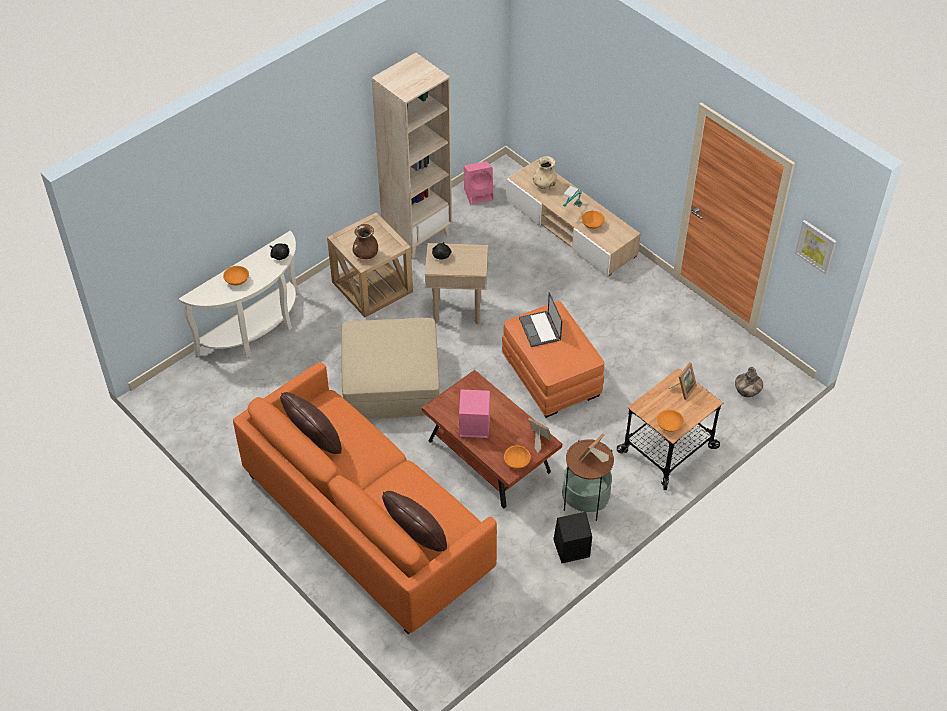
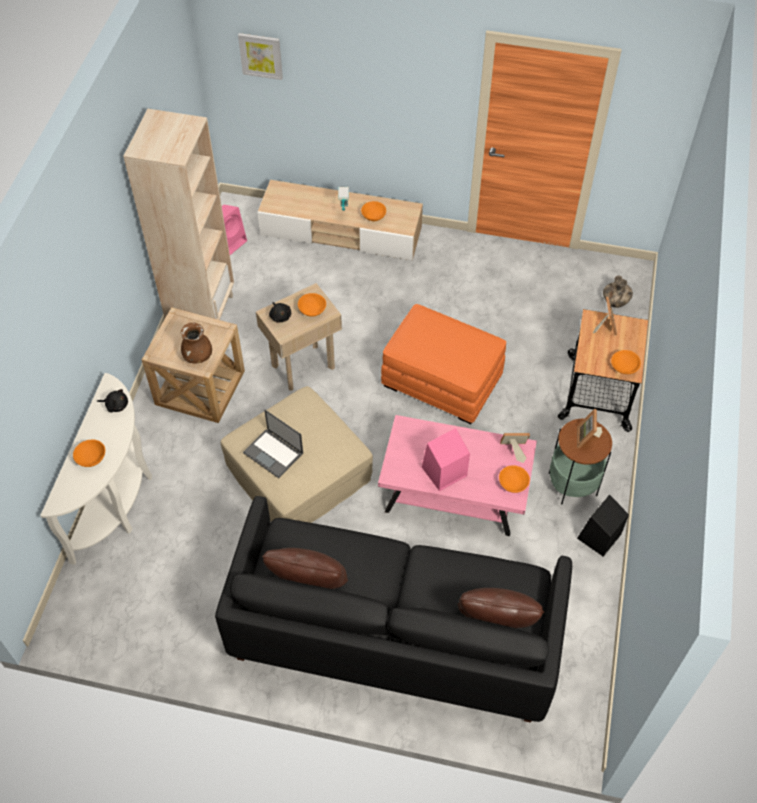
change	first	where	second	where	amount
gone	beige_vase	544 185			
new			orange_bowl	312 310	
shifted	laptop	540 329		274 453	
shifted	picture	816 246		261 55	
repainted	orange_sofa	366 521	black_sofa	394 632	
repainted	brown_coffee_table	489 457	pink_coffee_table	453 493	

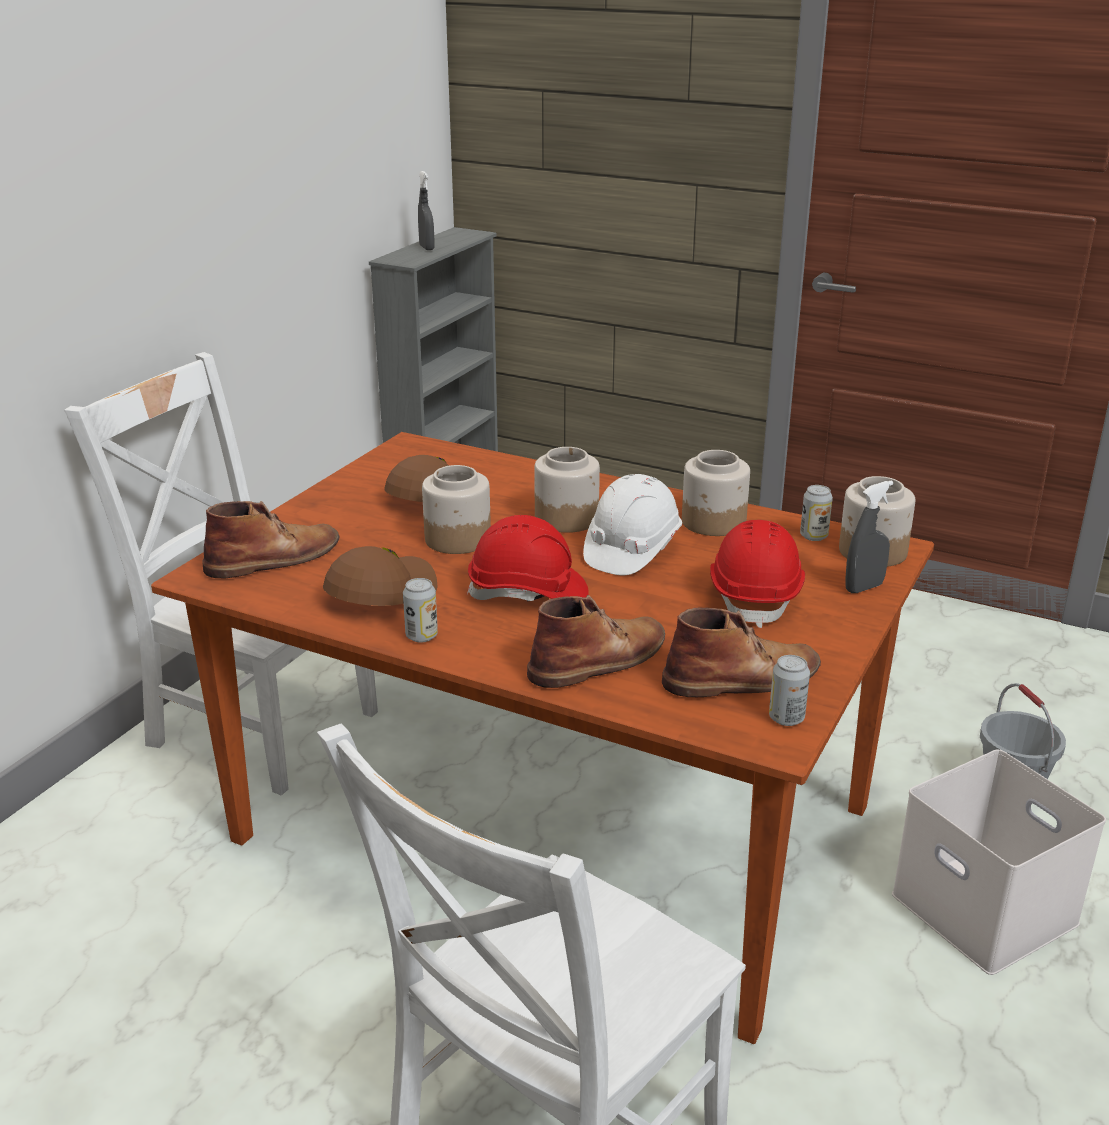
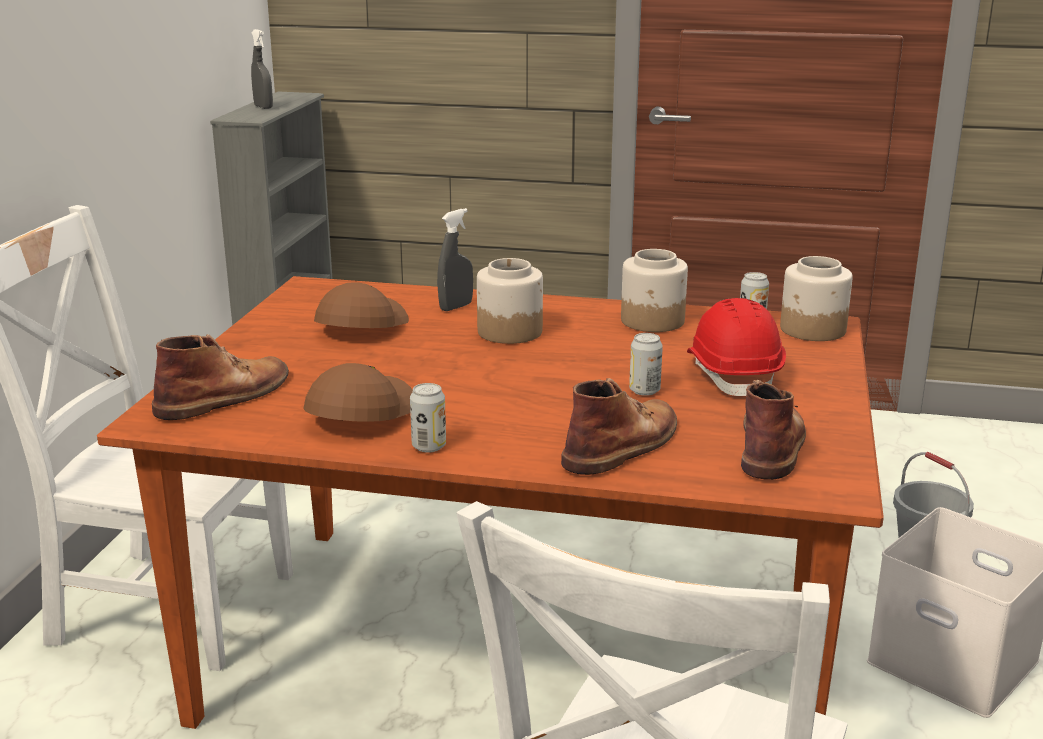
change	first	where	second	where	amount
gone	jar	457 539			
gone	red_hard_hat	528 593			
gone	white_hard_hat	631 550			
shifted	can	786 718		644 390	
shifted	grey_spray_bottle	864 587		456 307	
rotated	brown_boot	743 678		770 443	45 degrees counterclockwise

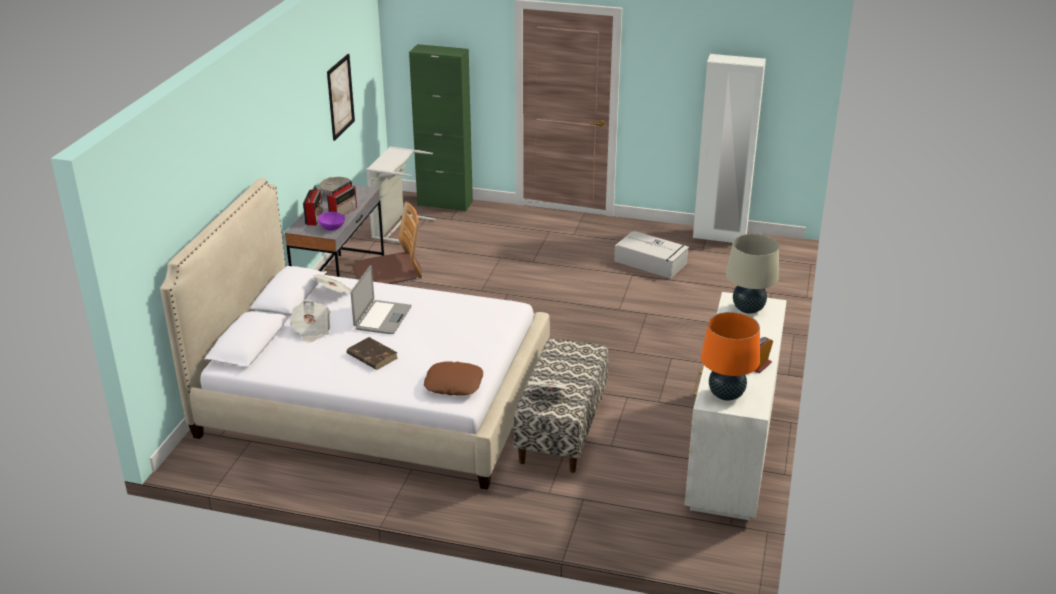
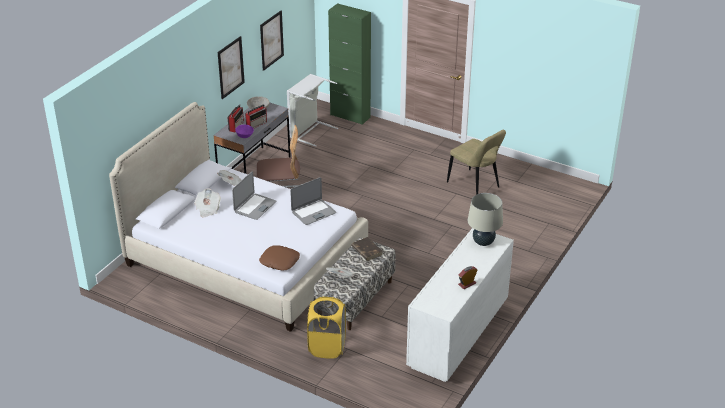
change	first	where	second	where	amount
gone	white_wardrobe	719 236			
gone	orange_table_lamp	726 395			
new			picture	230 67	
new			laptop	313 212	
new			yellow_laundry_basket	327 347	
shifted	brown_book	372 356		366 250	
swapped	grey_storage_box	651 262	beige_chair	475 186	

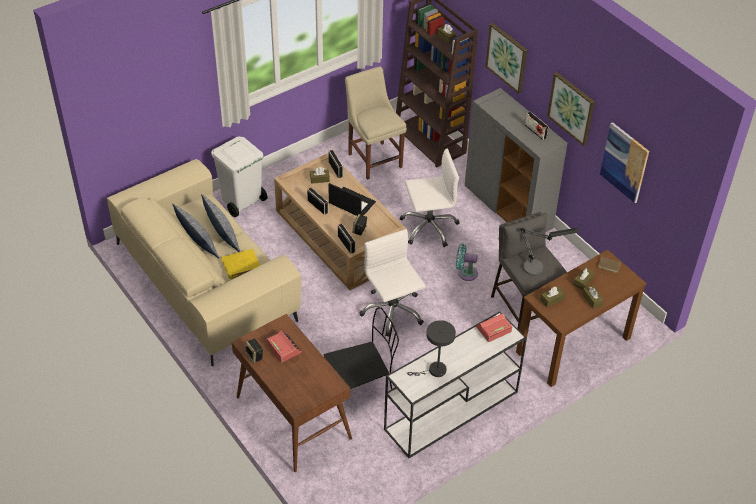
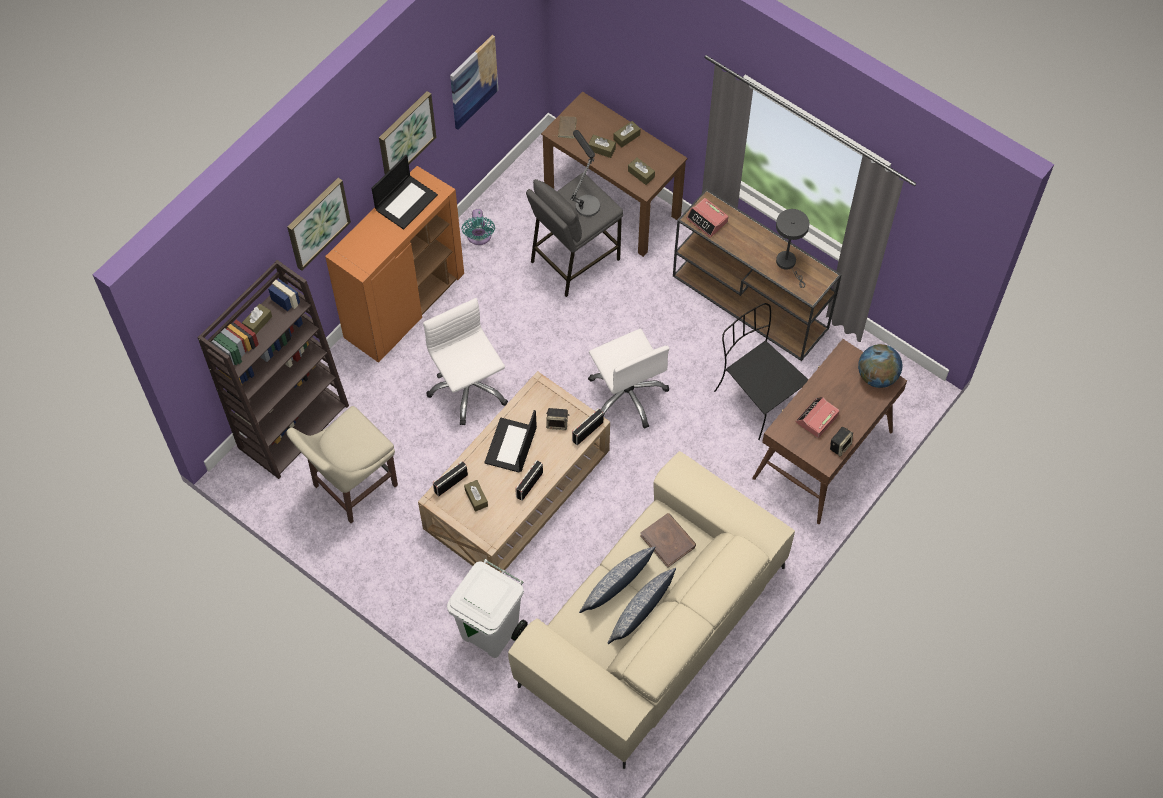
change	first	where	second	where	amount
new			globe	877 376	
shifted	turquoise_fan	465 273		479 237	
swapped	radio	535 131	laptop	406 201	
repainted	yellow_book	241 266	brown_book	668 541	
repainted	white_console_table	450 411	brown_console_table	751 303	
repainted	grey_cabinet	508 208	orange_cabinet	404 306	
rotated	white_office_chair	392 312		627 395	75 degrees counterclockwise

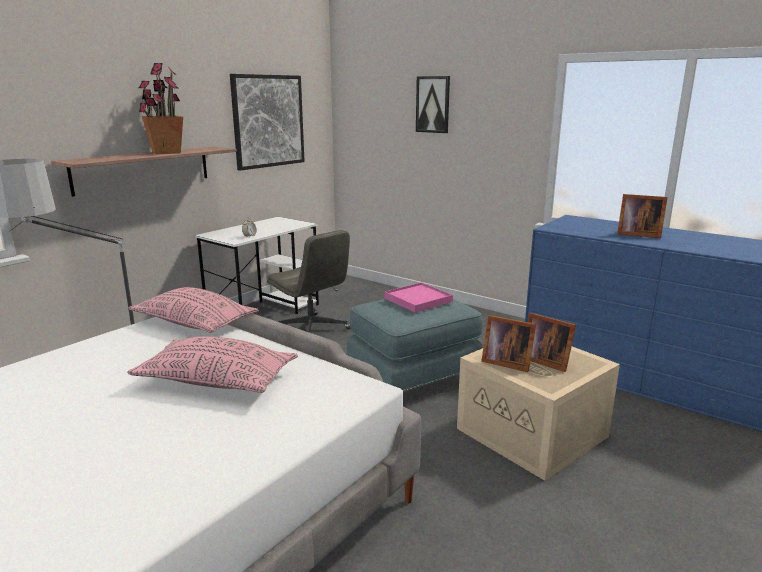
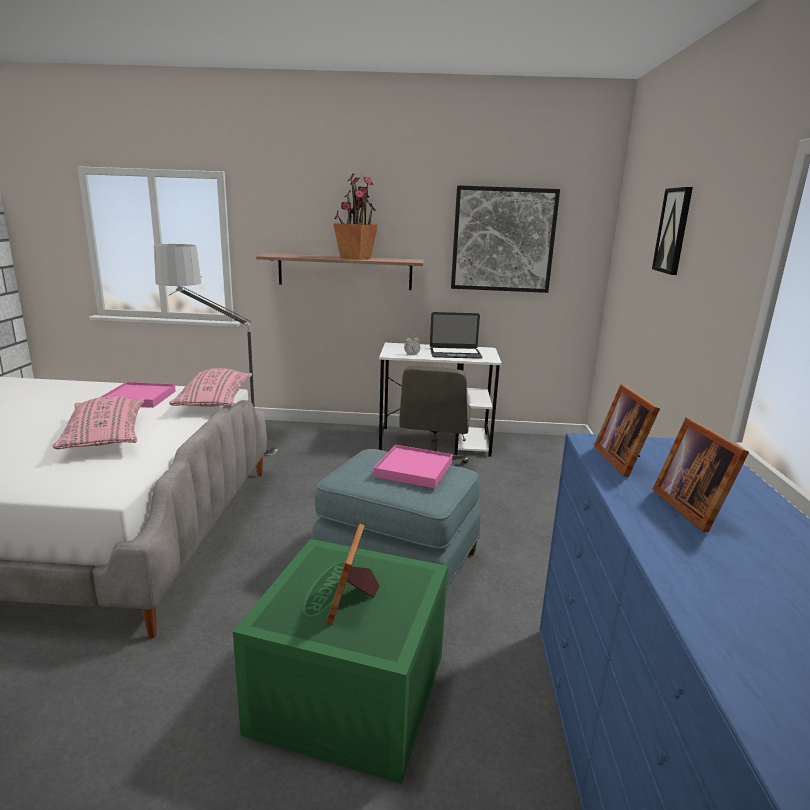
change	first	where	second	where	amount
new			pink_tray	139 398	
new			laptop	455 353	
shifted	picture_frame	505 362		623 460	
repainted	beige_storage_box	534 432	green_storage_box	351 695	

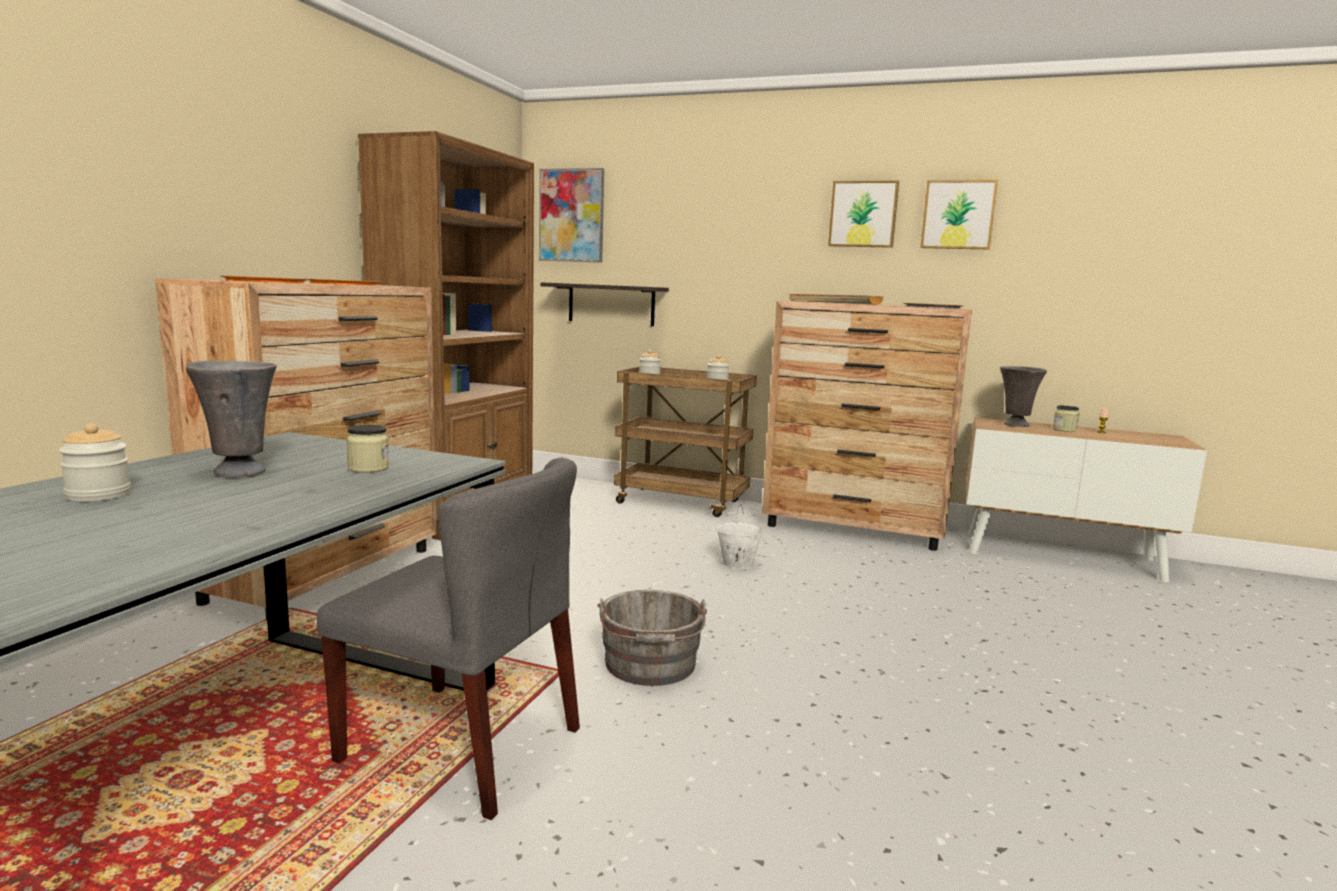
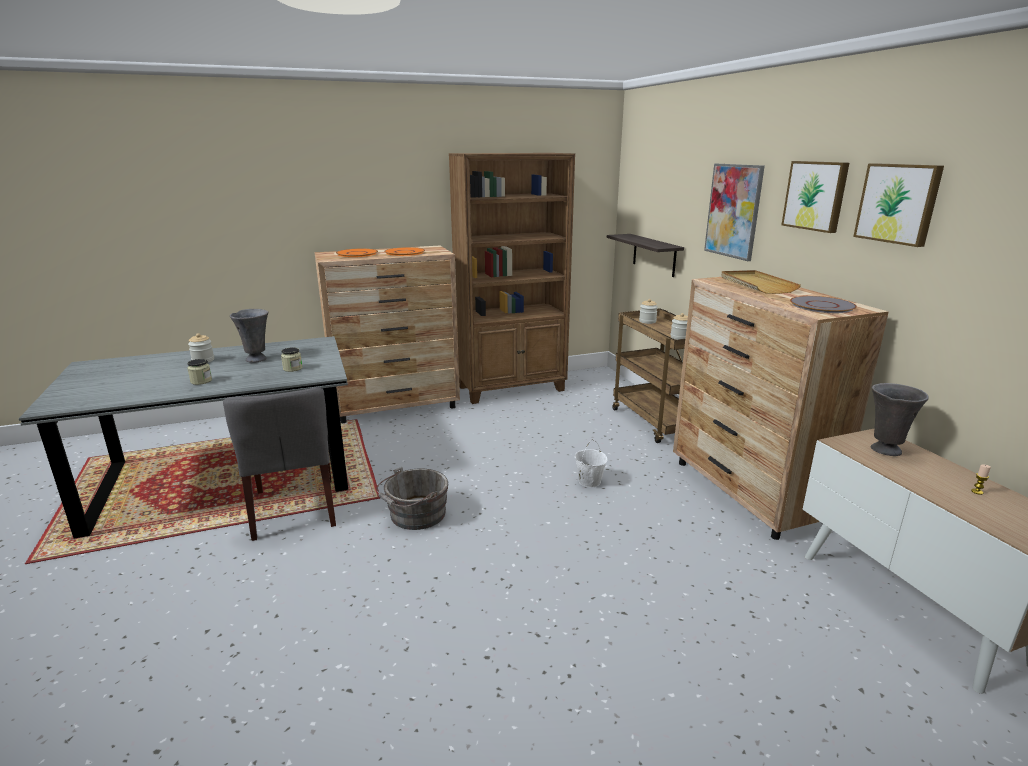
change	first	where	second	where	amount
shifted	picture	571 215		733 211	
shifted	jar	1064 430		201 381	

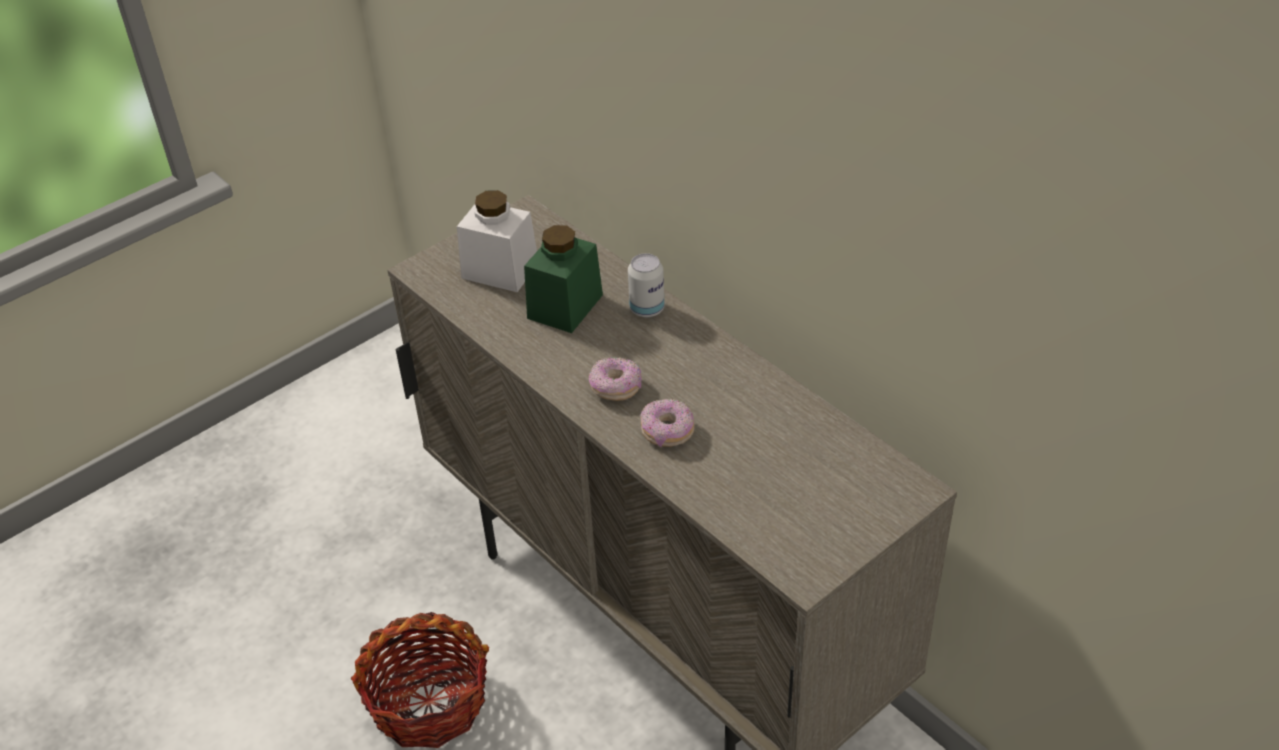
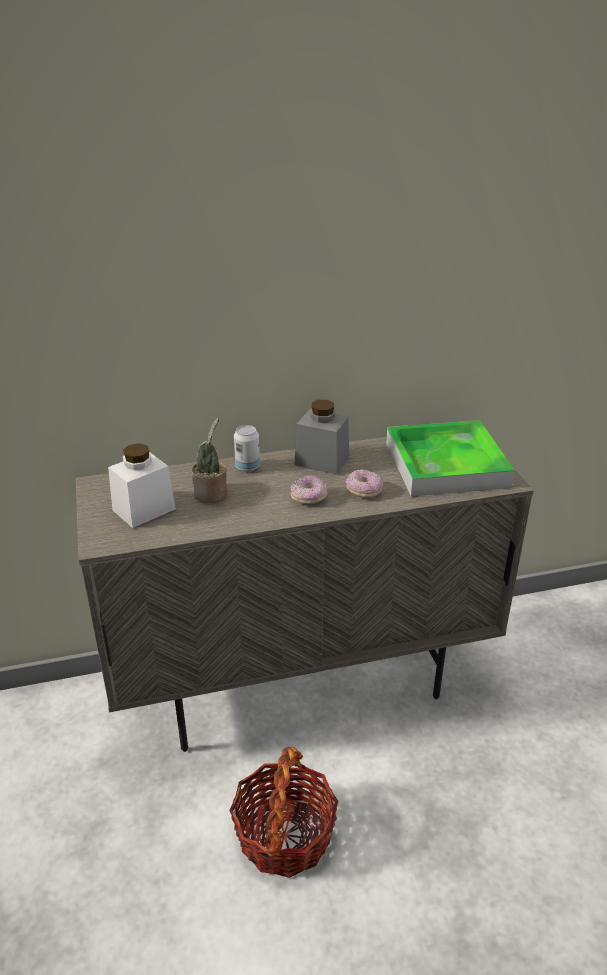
change	first	where	second	where	amount
new			grey_jar	322 461	
new			tray	446 464	
swapped	green_jar	565 306	potted_plant	211 494	

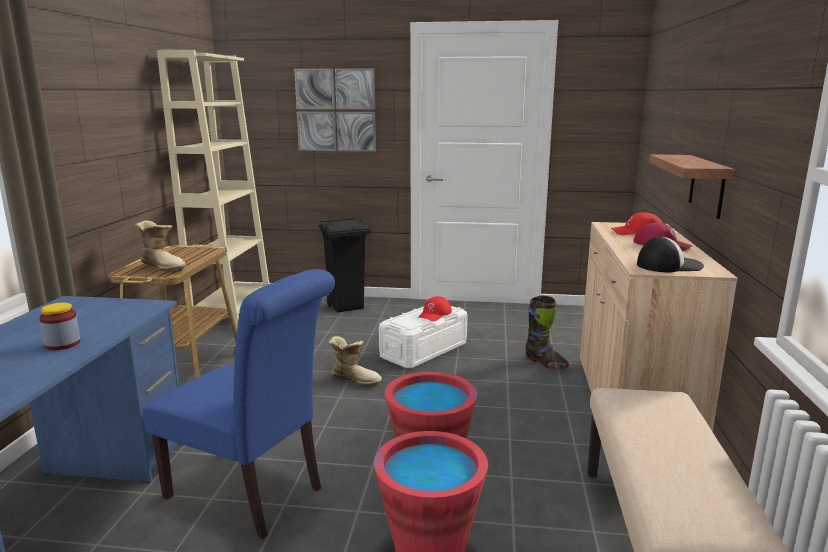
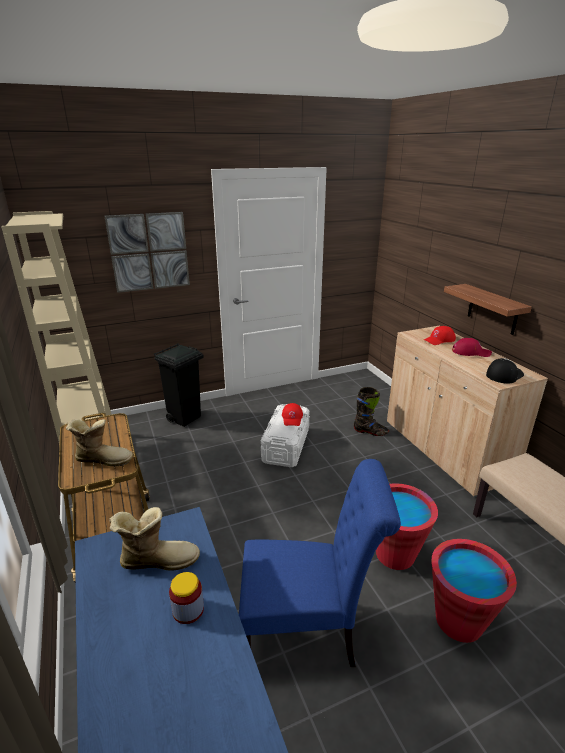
change	first	where	second	where	amount
shifted	boot	355 379		158 559	

